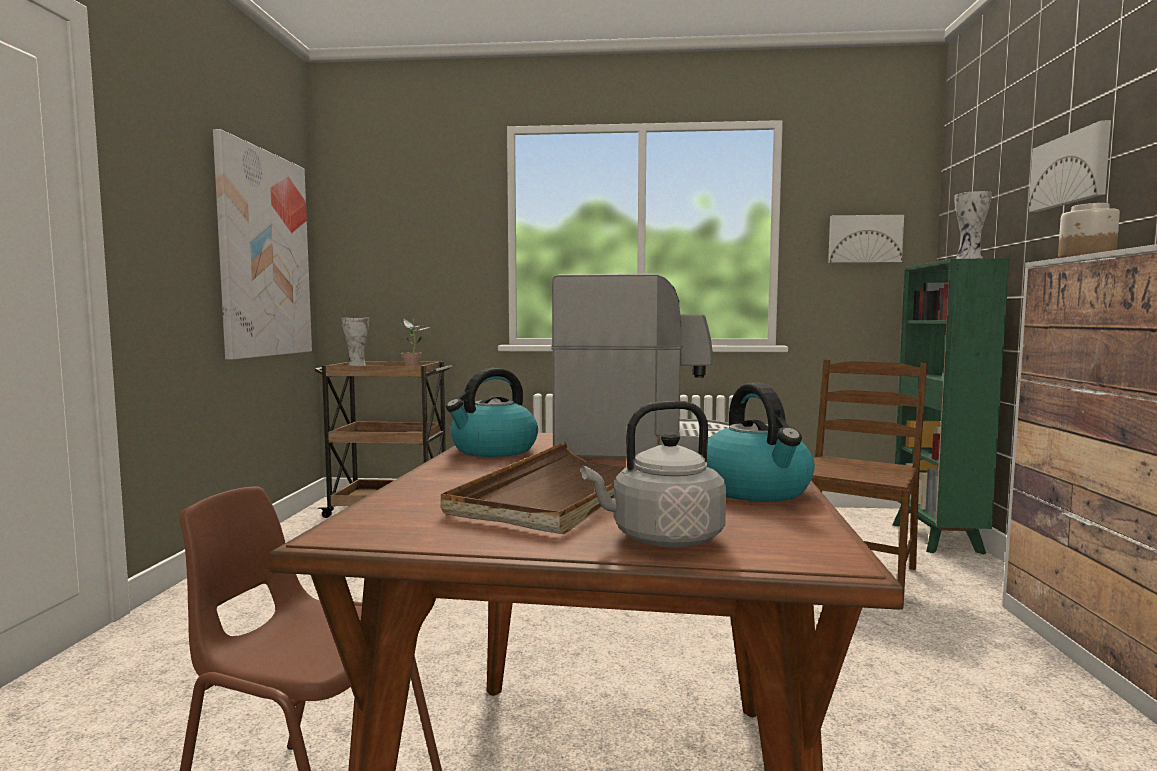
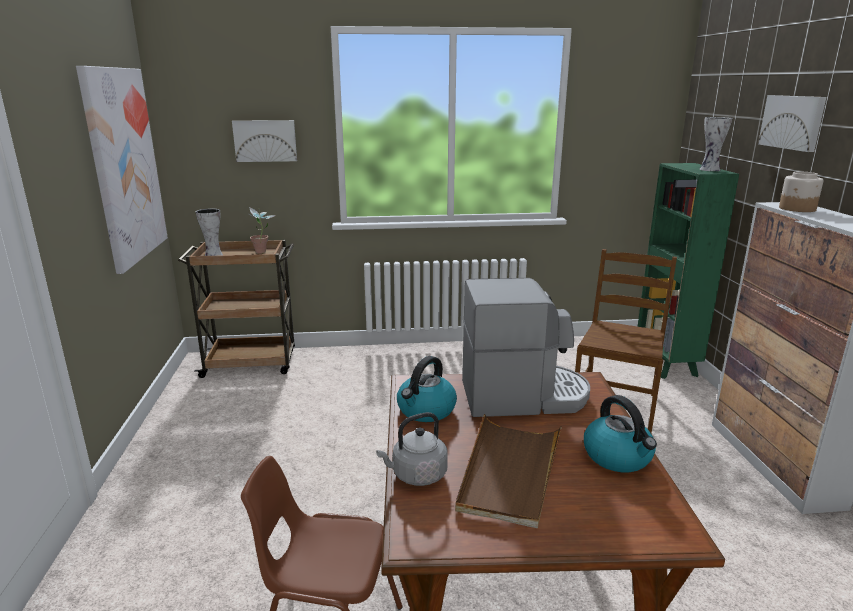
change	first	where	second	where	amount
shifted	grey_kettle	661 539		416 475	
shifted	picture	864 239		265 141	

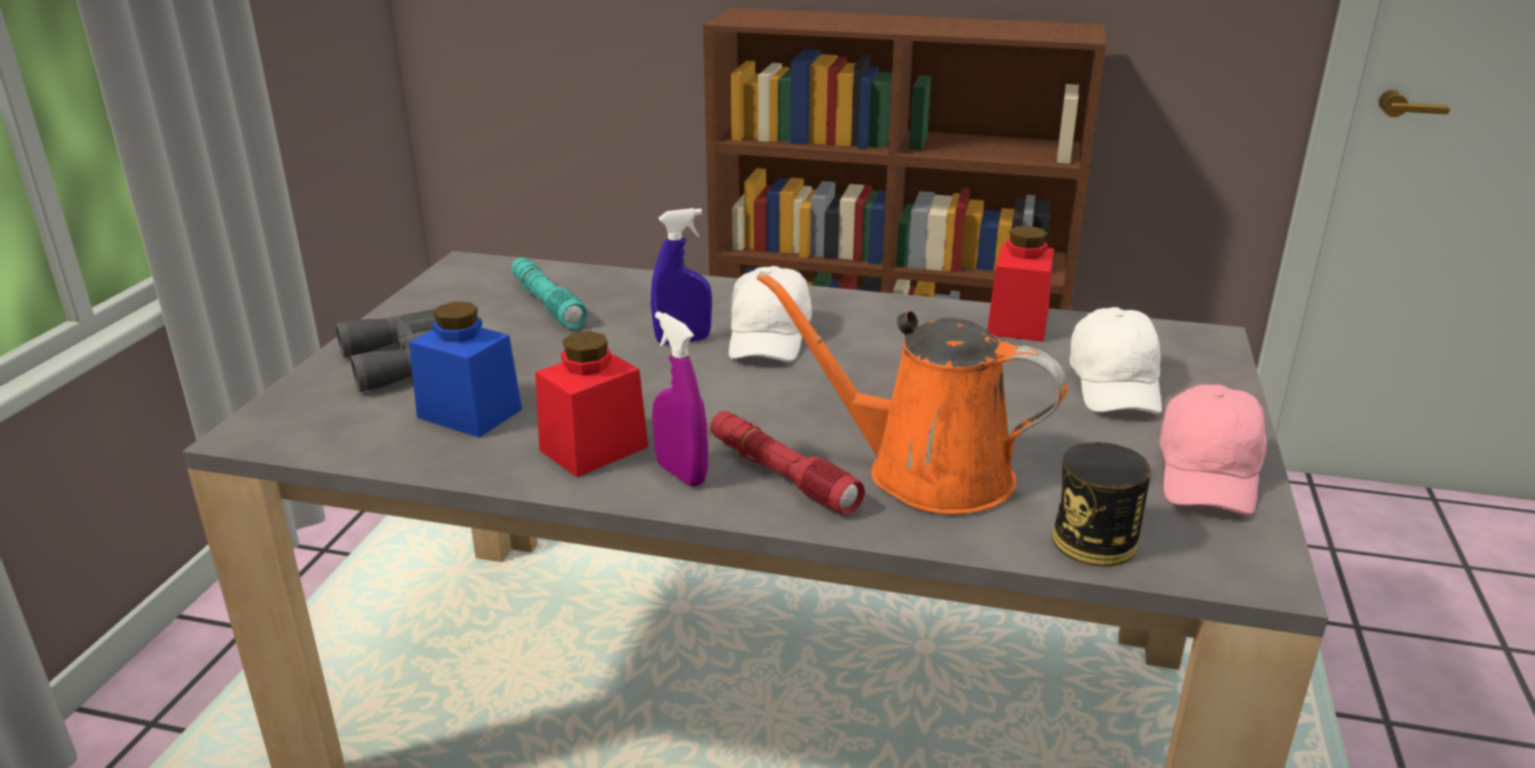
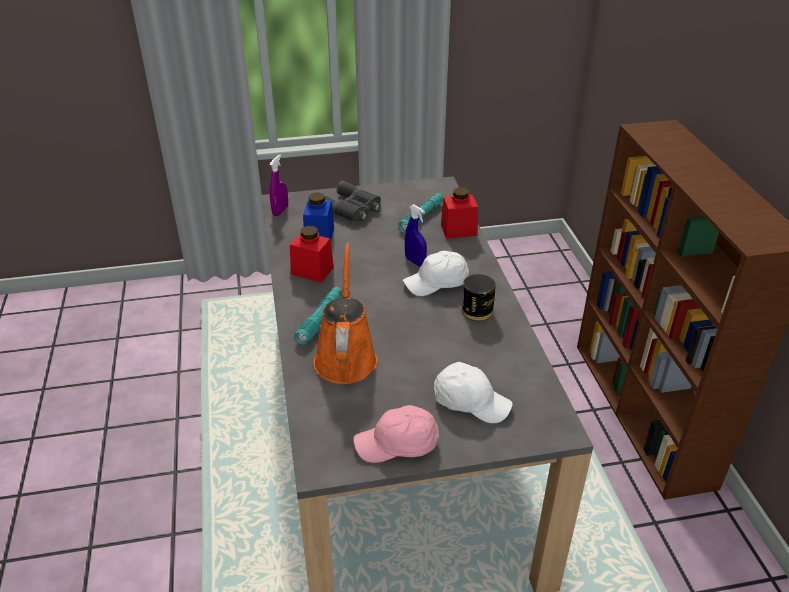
change	first	where	second	where	amount
shifted	purple_spray_bottle	681 473		280 211	
shifted	red_jar	1017 324		458 230	
shifted	can	1094 541		477 311	
repainted	red_flashlight	781 474	turquoise_flashlight	320 320	
rotated	white_cap	1115 385		471 401	135 degrees counterclockwise

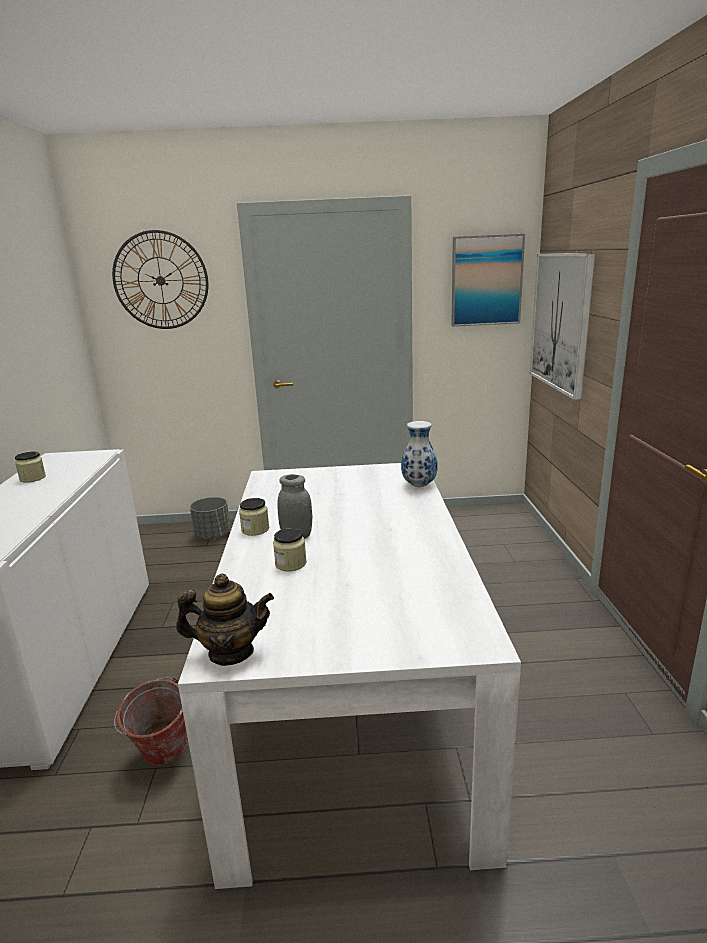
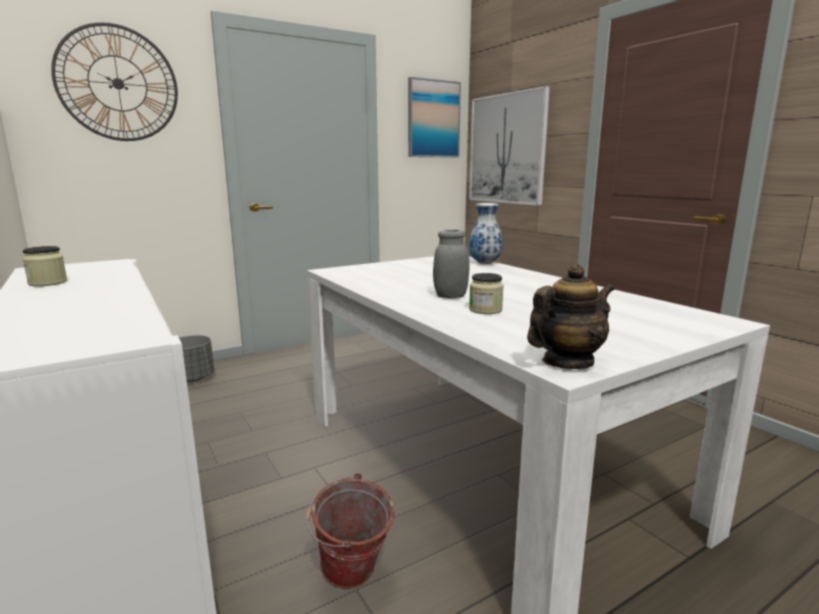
change	first	where	second	where	amount
gone	jar	255 529			

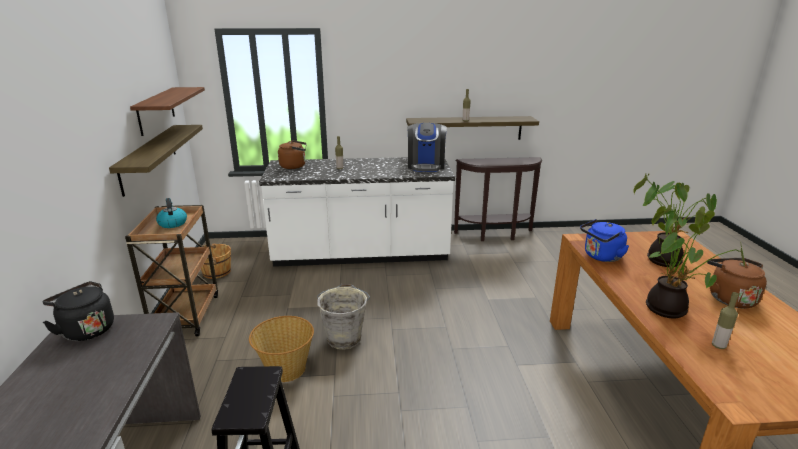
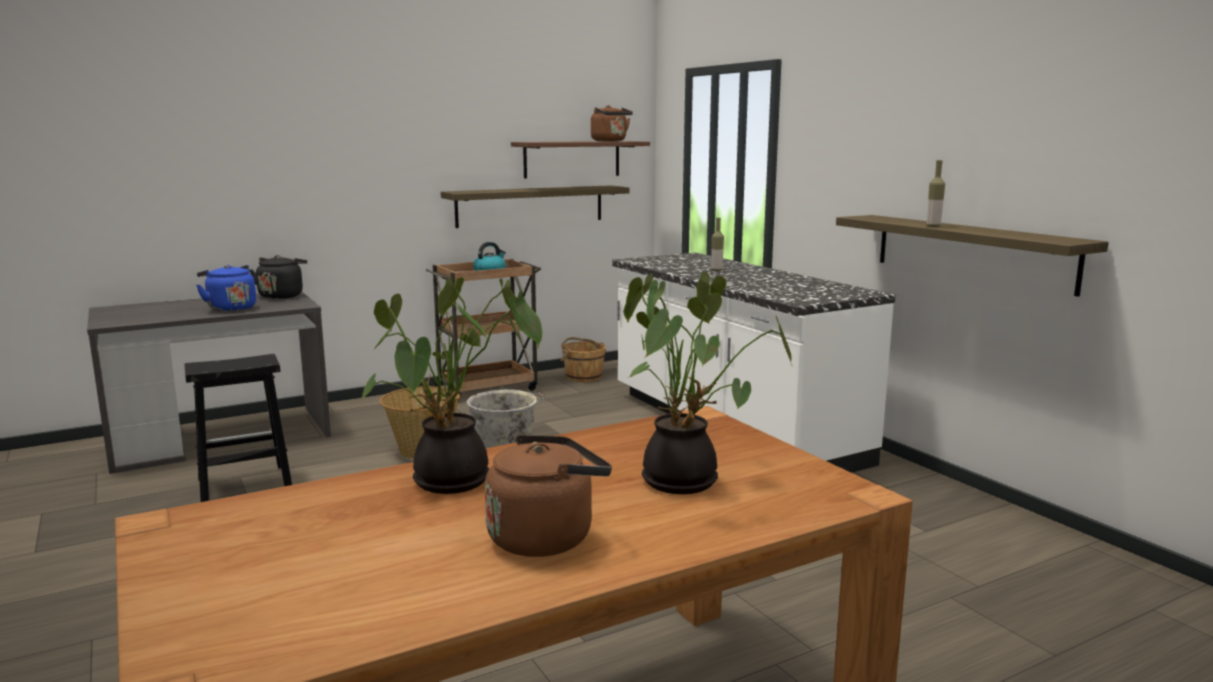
change	first	where	second	where	amount
gone	coffee_machine	426 165			
gone	brown_console_table	495 235			
gone	bottle	718 346			
shifted	brown_kettle	294 166		610 141	
shifted	blue_kettle	601 257		230 308	

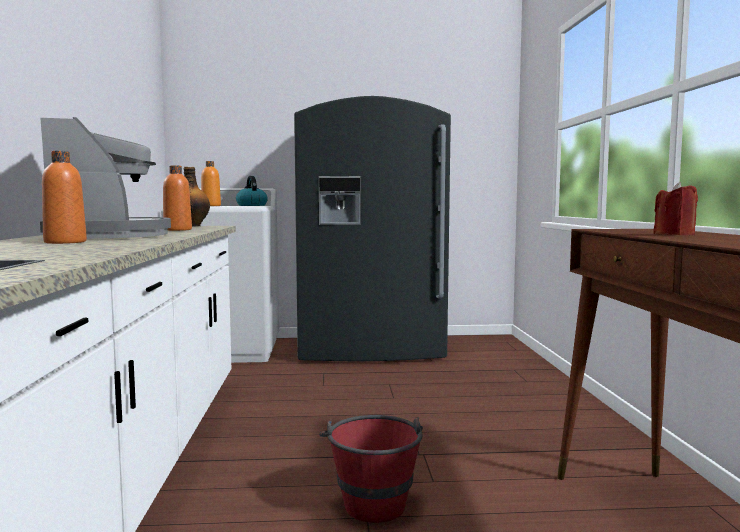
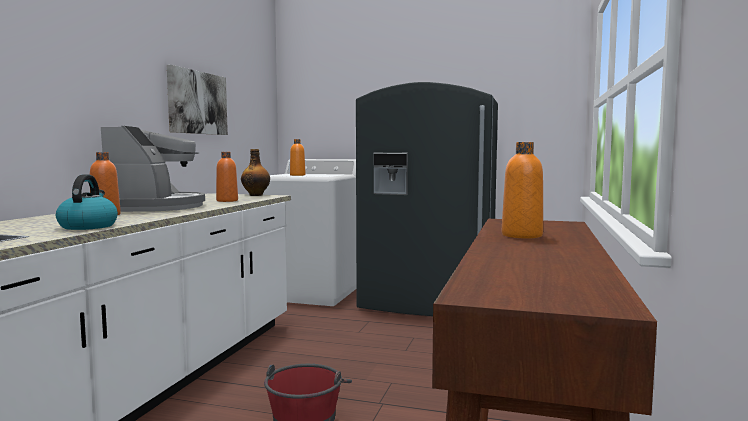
change	first	where	second	where	amount
new			picture	197 103	
shifted	kettle	251 205		88 226	
swapped	red_candle	674 235	orange_bottle	521 235	

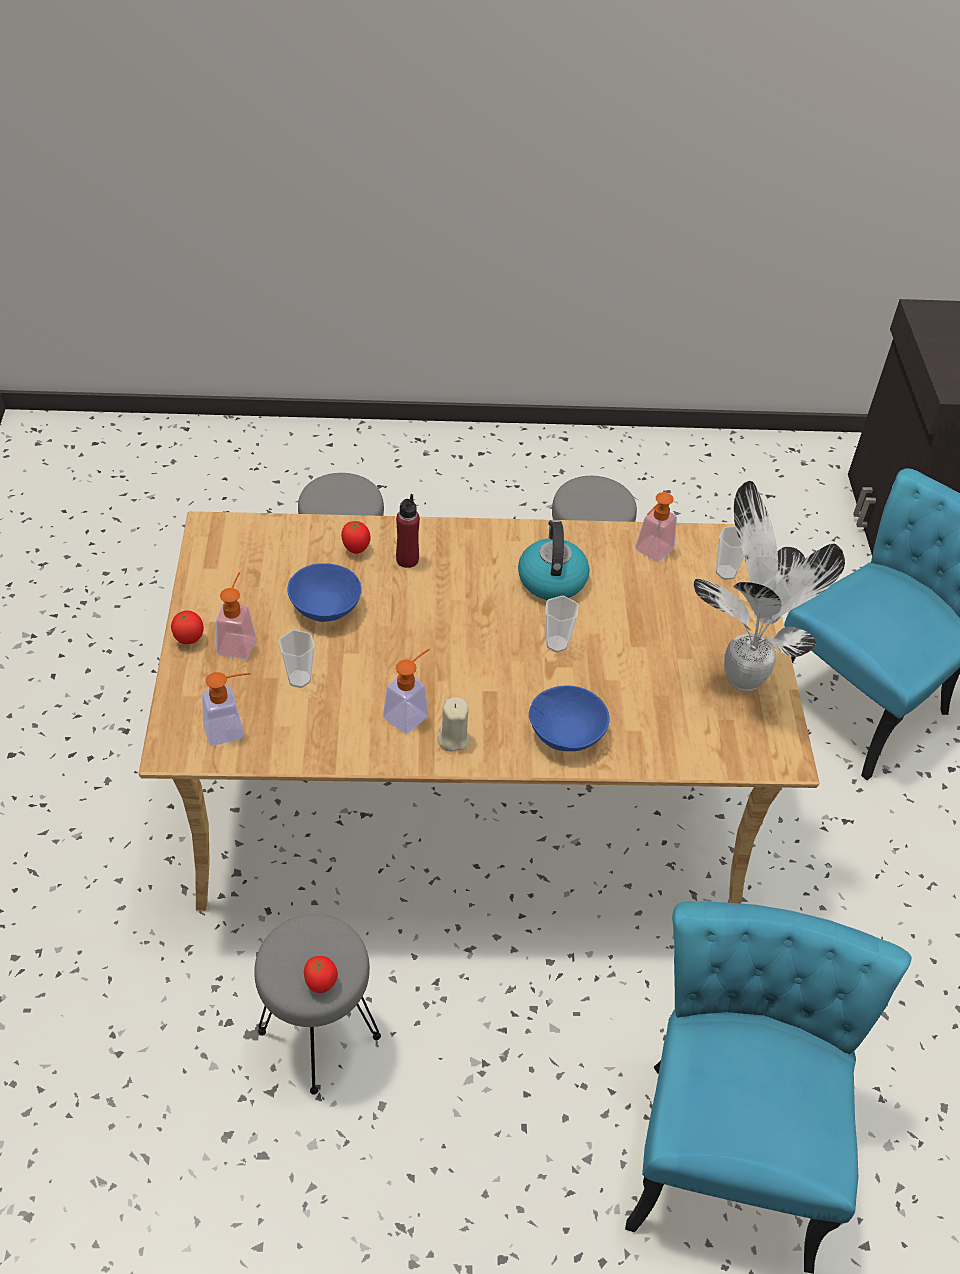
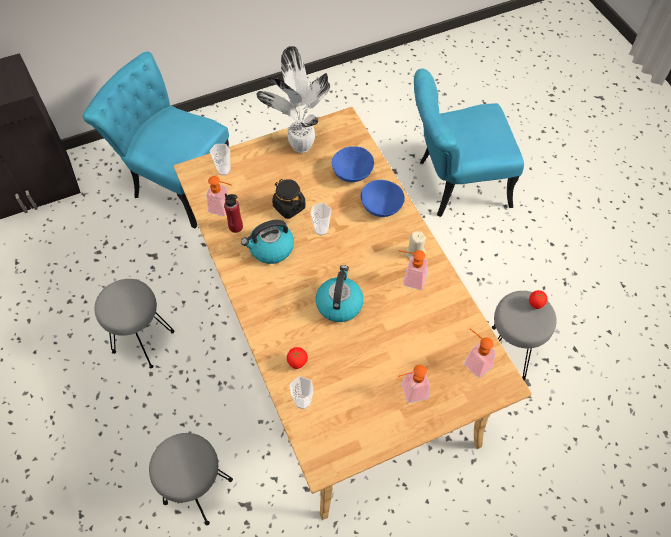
change	first	where	second	where	amount
gone	tomato	189 639			
new			black_jar	289 207	
new			kettle	339 303	
shifted	cup	299 679		302 402	
shifted	blue_bowl	325 608		353 172	
shifted	red_bottle	407 560		236 227	

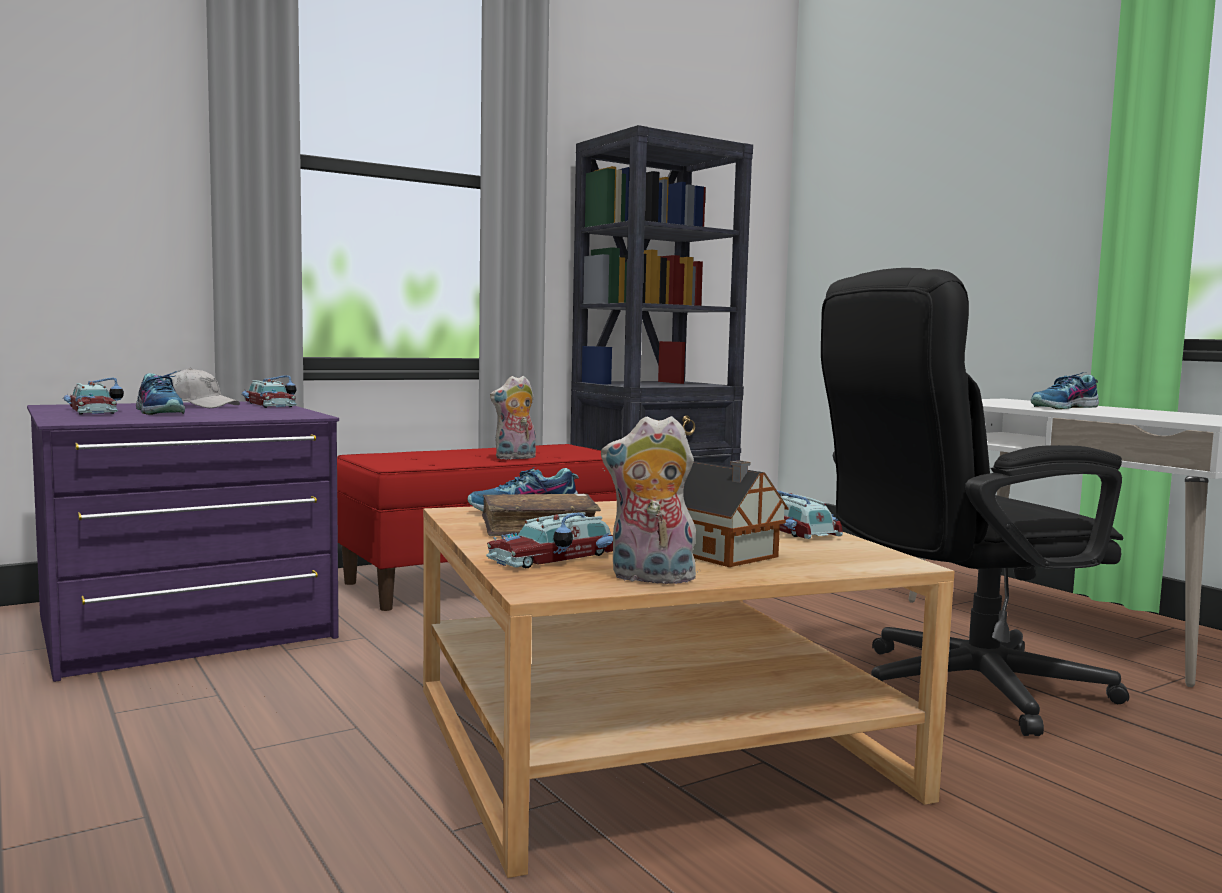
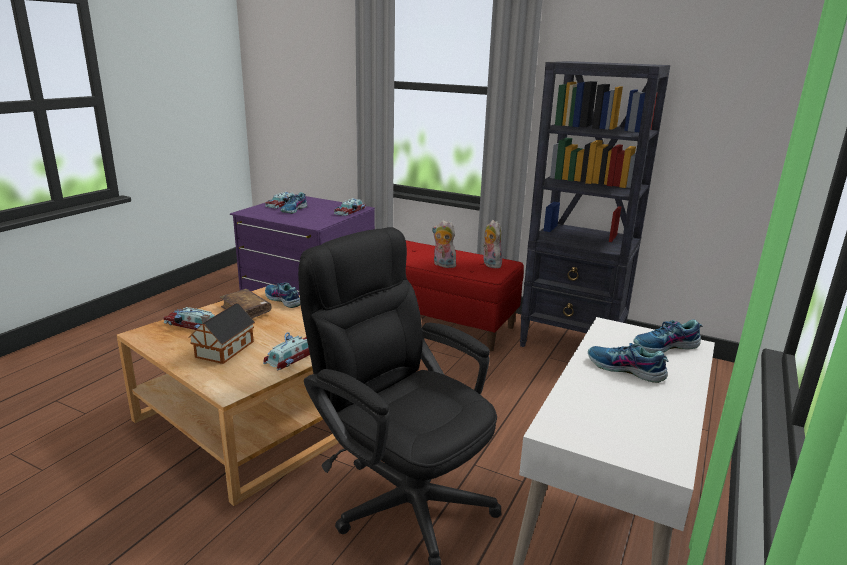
change	first	where	second	where	amount
gone	white_cap	199 405			
new			shoe	665 347	
shifted	plush_toy	649 578		490 264	

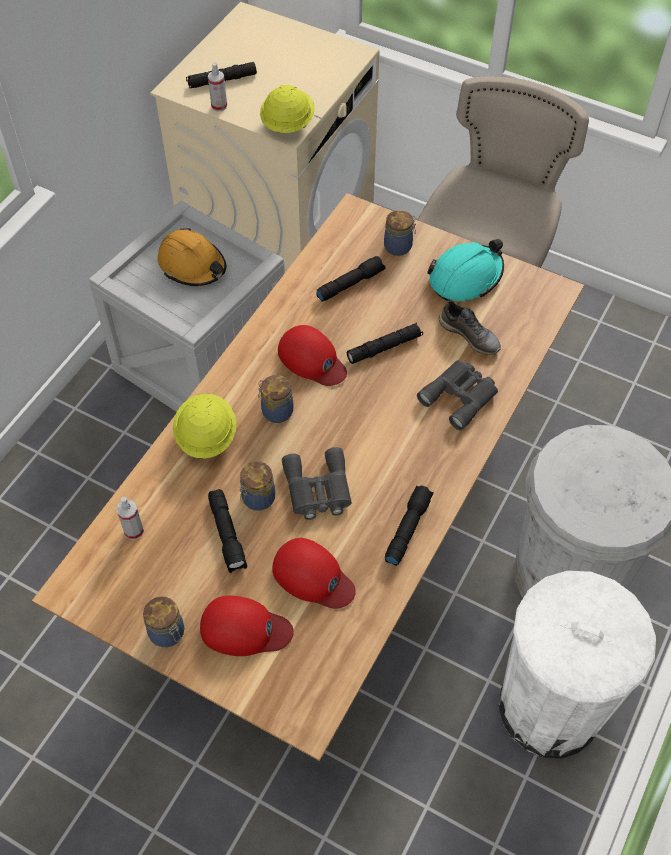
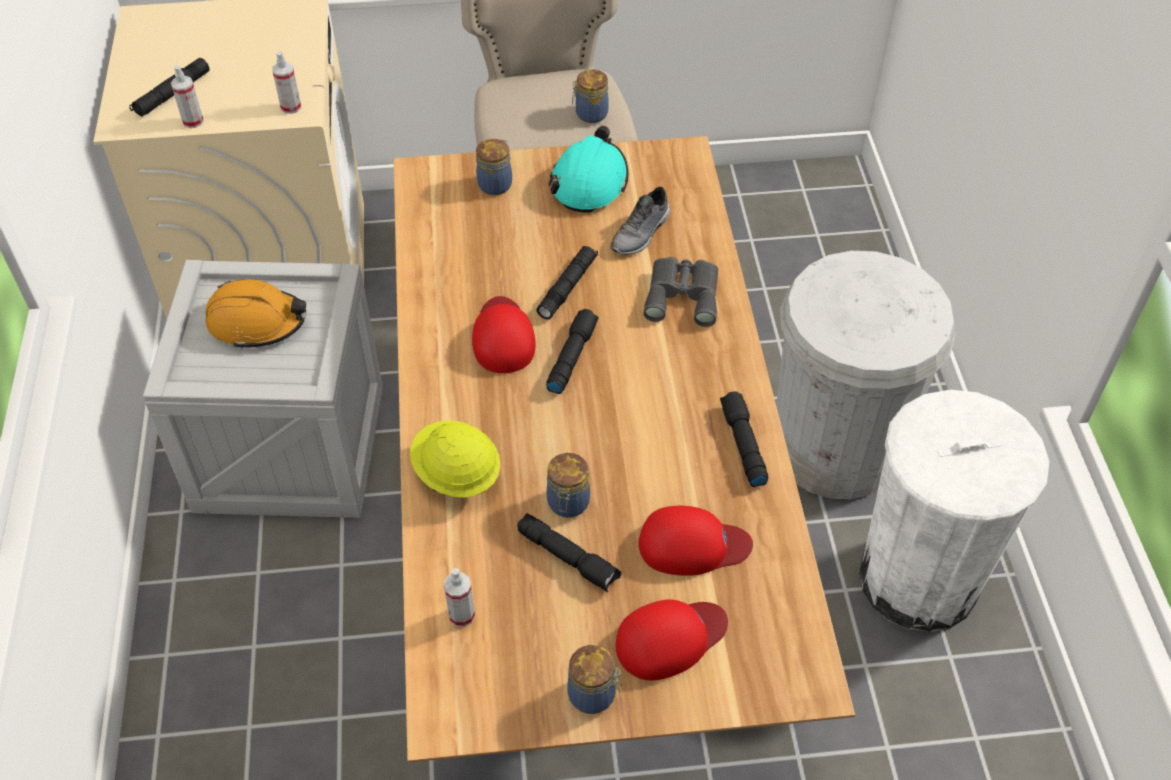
change	first	where	second	where	amount
gone	grey_binoculars	318 490			
shifted	jar	276 411		590 114	
shifted	black_flashlight	350 283		571 357	
swapped	yellow_hard_hat	287 124	spray_bottle	291 107	
rotated	red_cap	312 360		503 337	105 degrees counterclockwise
rotated	grey_shoe	470 335		641 233	120 degrees clockwise

